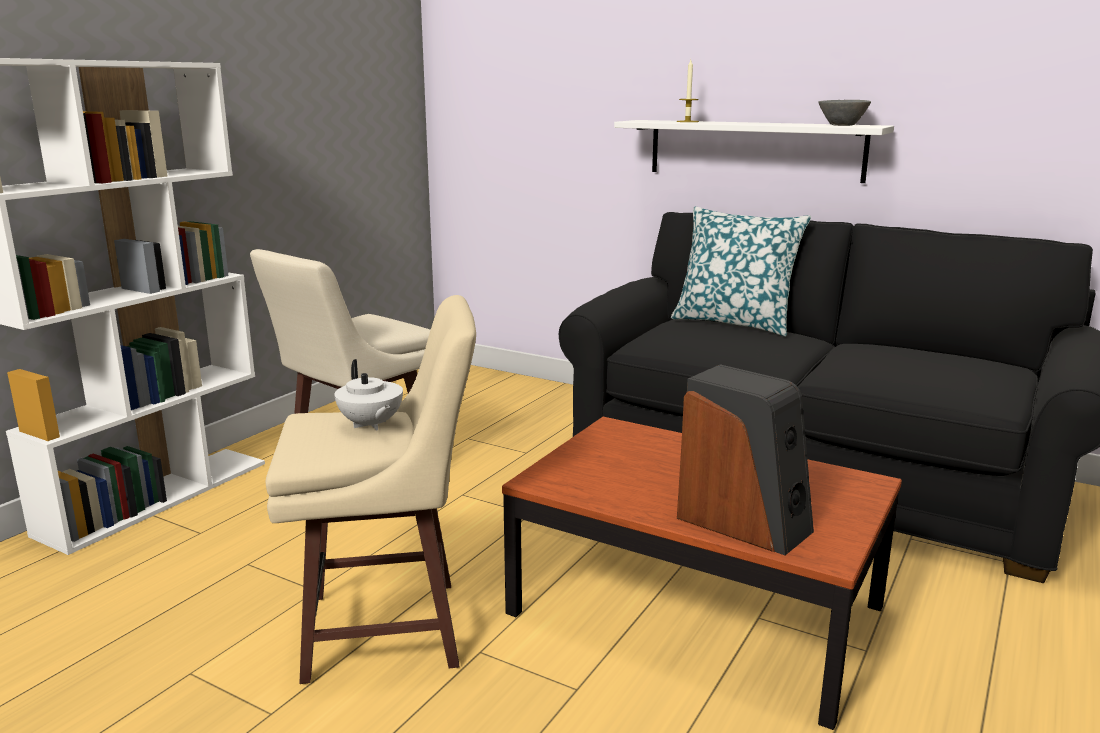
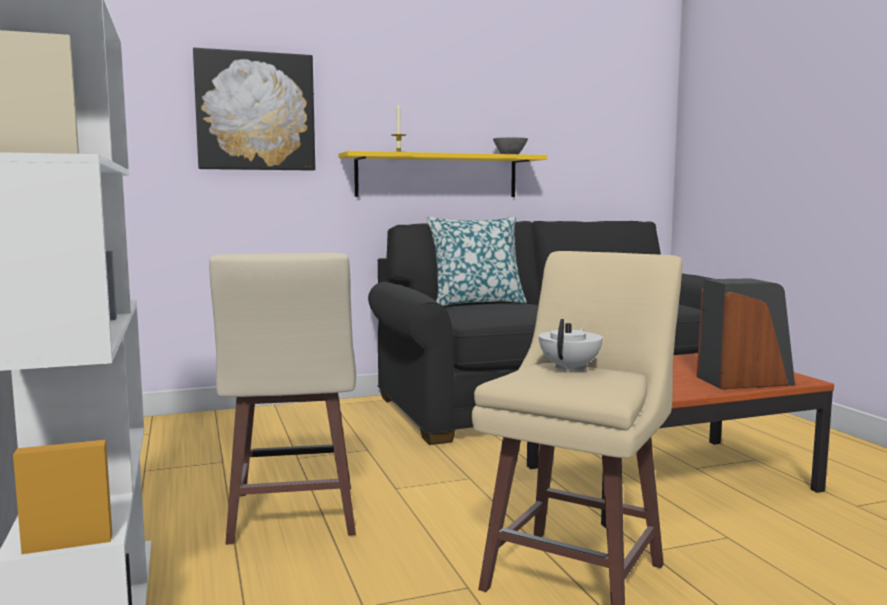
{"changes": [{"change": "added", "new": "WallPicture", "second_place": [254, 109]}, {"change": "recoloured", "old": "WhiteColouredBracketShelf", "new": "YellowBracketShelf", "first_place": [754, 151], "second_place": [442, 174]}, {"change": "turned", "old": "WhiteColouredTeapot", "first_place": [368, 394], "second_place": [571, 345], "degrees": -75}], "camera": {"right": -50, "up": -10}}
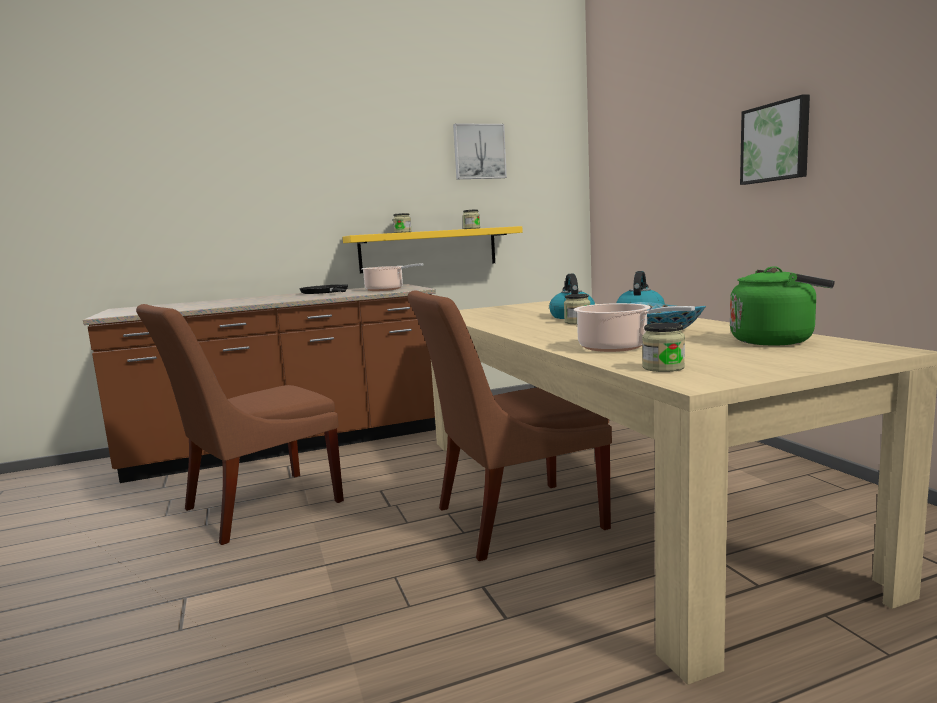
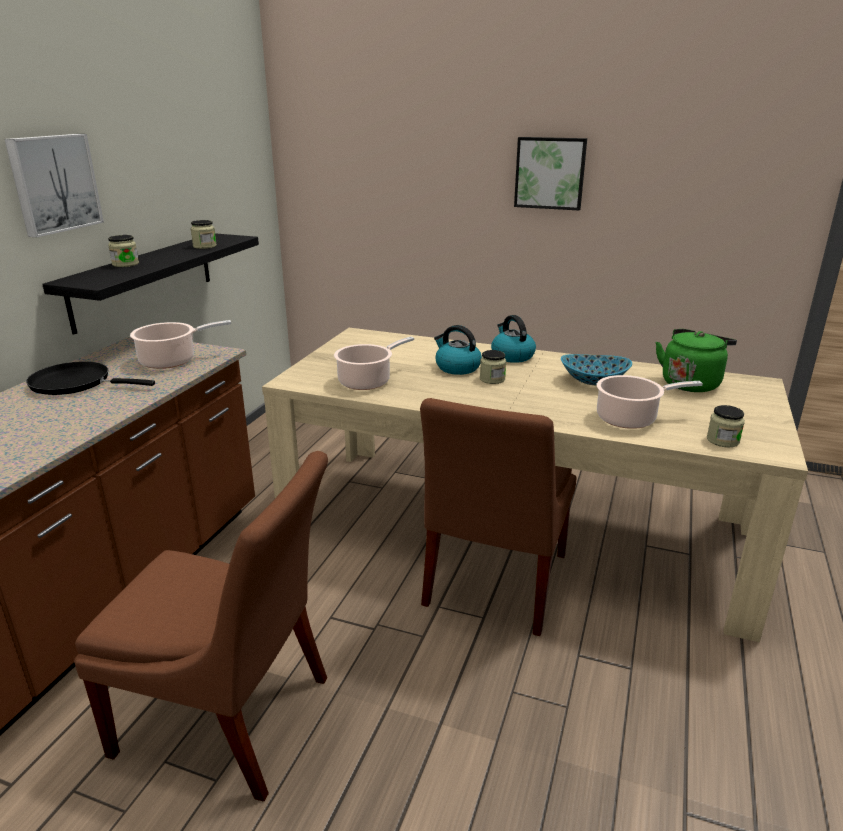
{"changes": [{"change": "moved", "old": "WallPicture", "first_place": [480, 151], "second_place": [54, 185]}, {"change": "recoloured", "old": "YellowBracketShelf", "new": "BlackishBracketShelf", "first_place": [433, 249], "second_place": [150, 284]}, {"change": "turned", "old": "BrownChair", "first_place": [240, 424], "second_place": [201, 626], "degrees": -75}, {"change": "added", "new": "Saucepot", "second_place": [374, 363]}], "camera": {"right": -50, "up": 15}}
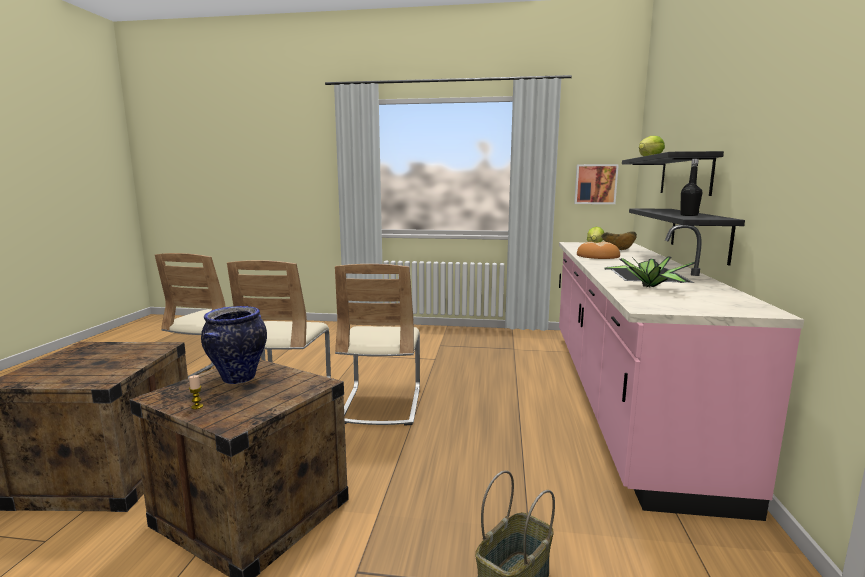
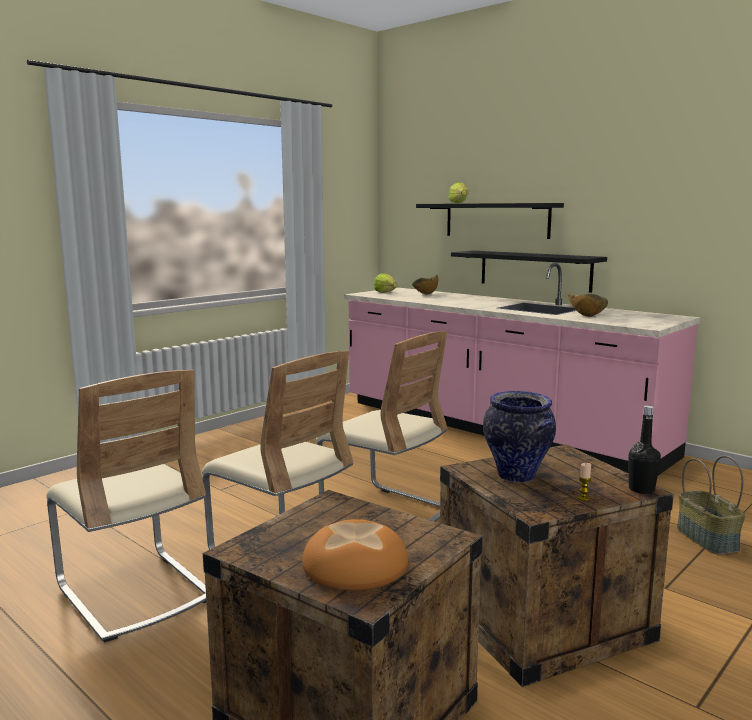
{"changes": [{"change": "moved", "old": "BakedBread", "first_place": [598, 250], "second_place": [355, 554]}, {"change": "replaced", "old": "PlantInAPot", "new": "Bowl", "first_place": [649, 272], "second_place": [588, 304]}, {"change": "moved", "old": "BlackishDrinkBottle", "first_place": [691, 187], "second_place": [644, 449]}, {"change": "removed", "old": "WallPicture", "first_place": [596, 184]}], "camera": {"right": -55, "up": 0}}
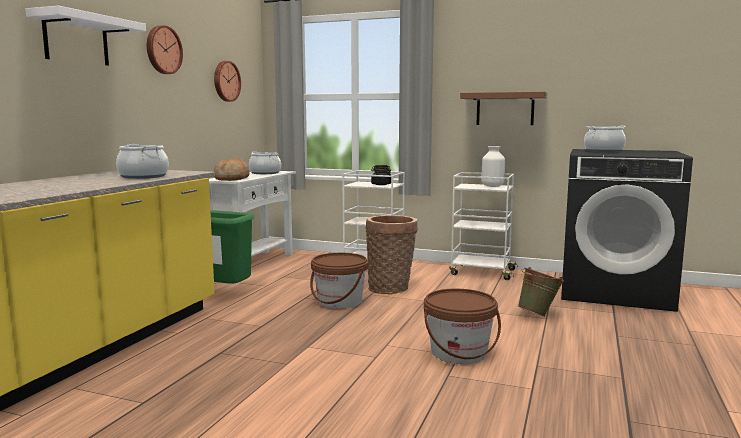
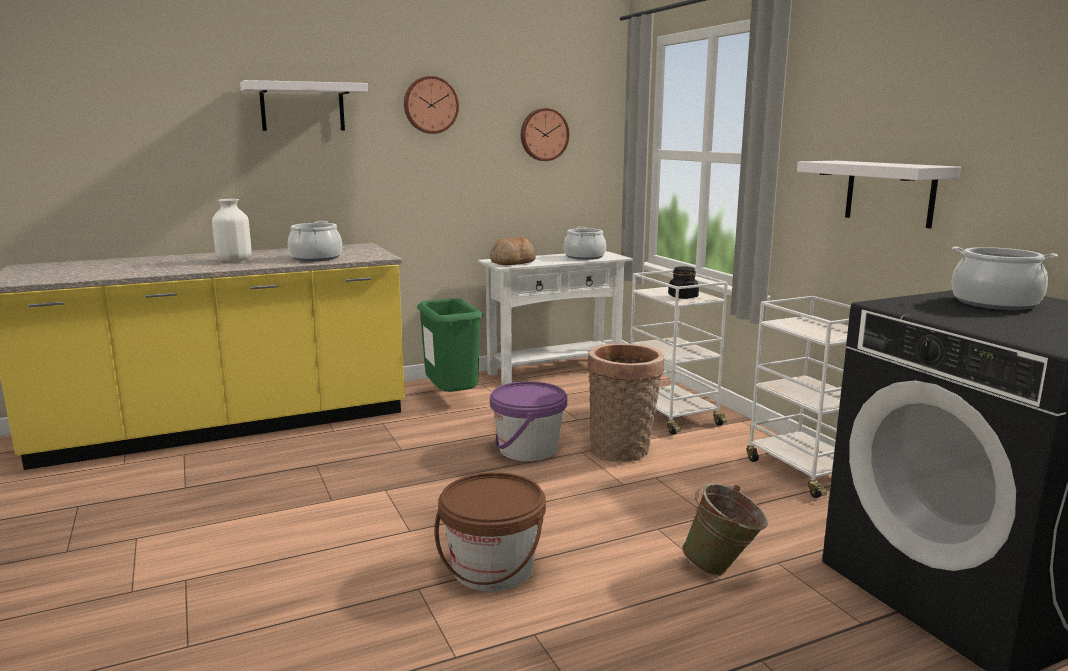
{"changes": [{"change": "moved", "old": "WhiteColouredVase", "first_place": [493, 166], "second_place": [232, 230]}, {"change": "recoloured", "old": "BrownBucket", "new": "PurpleColouredBucket", "first_place": [339, 281], "second_place": [528, 421]}, {"change": "recoloured", "old": "BrownBracketShelf", "new": "WhiteColouredBracketShelf", "first_place": [503, 108], "second_place": [879, 195]}], "camera": {"right": 45, "up": 5}}
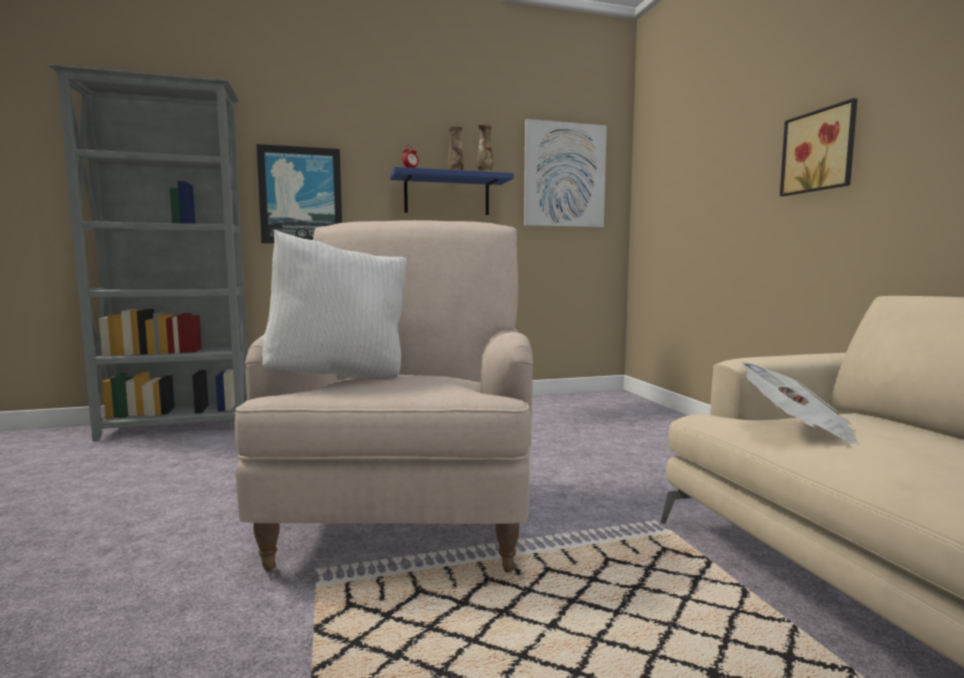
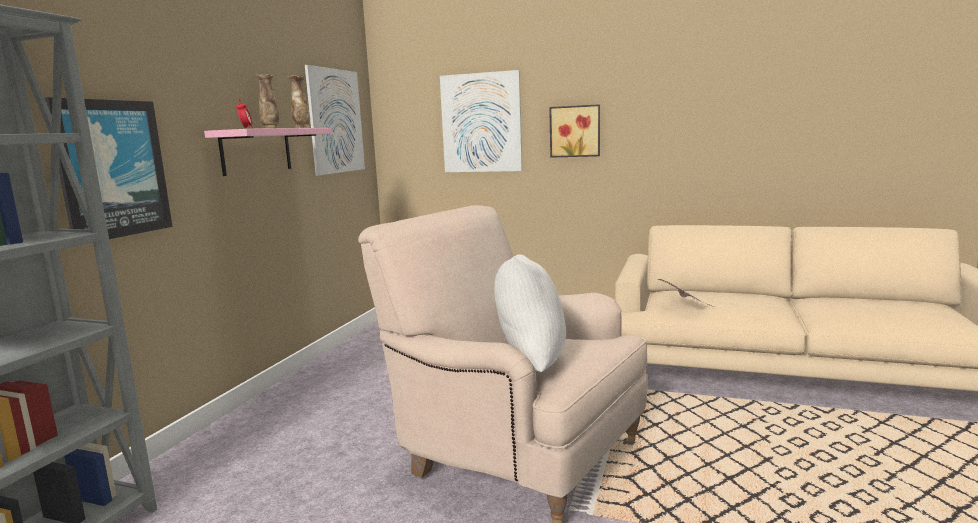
{"changes": [{"change": "recoloured", "old": "BluishBracketShelf", "new": "PinkBracketShelf", "first_place": [452, 191], "second_place": [268, 152]}, {"change": "added", "new": "WallPicture", "second_place": [481, 121]}], "camera": {"right": -55, "up": 5}}
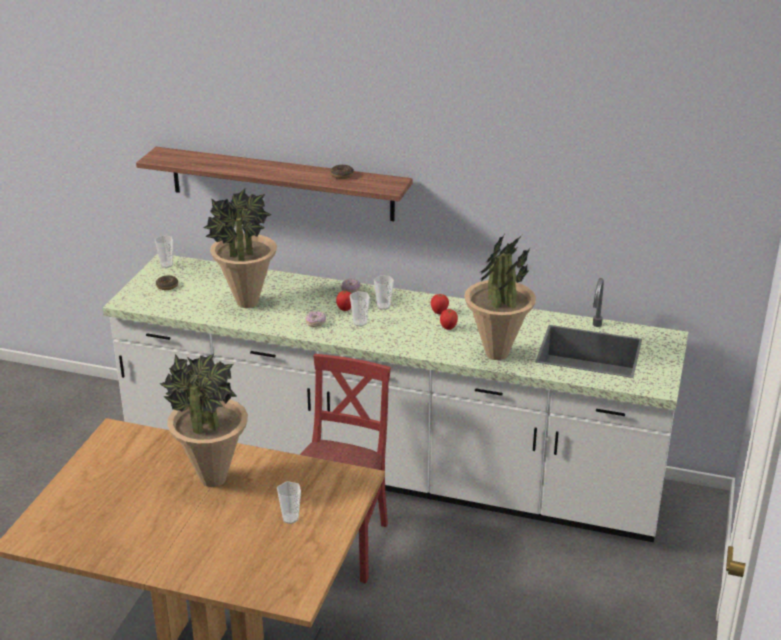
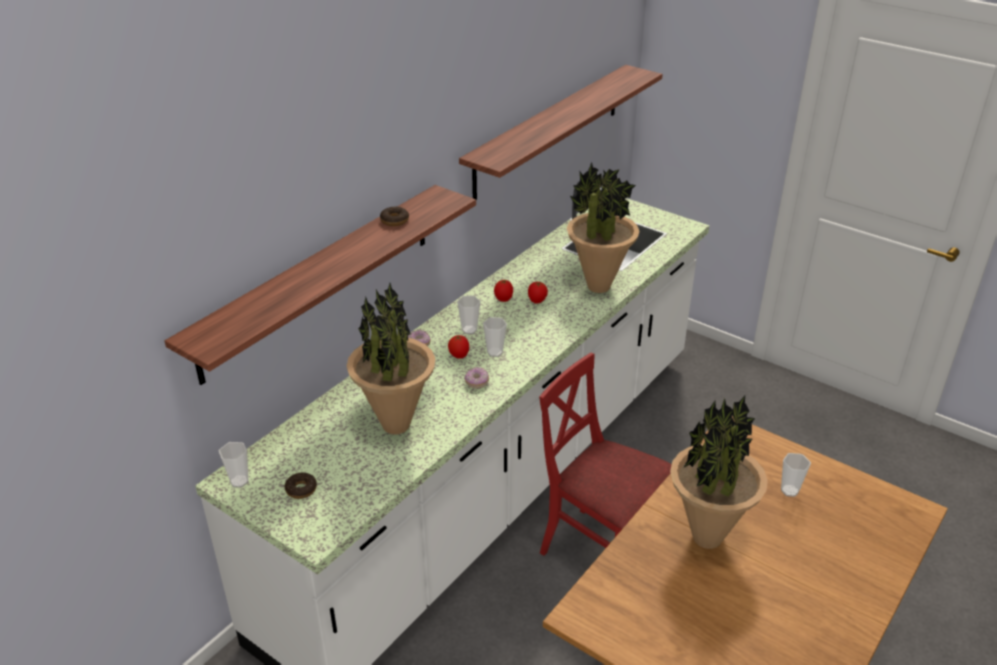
{"changes": [{"change": "added", "new": "BracketShelf", "second_place": [561, 132]}], "camera": {"right": -70, "up": 5}}
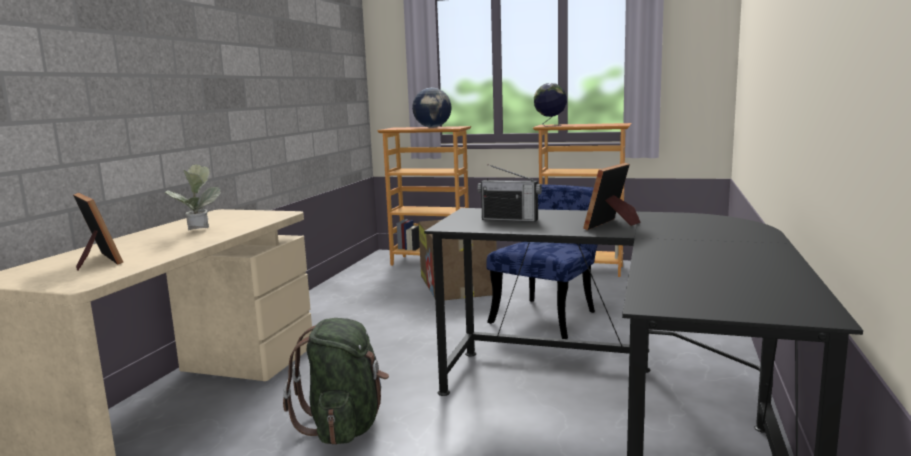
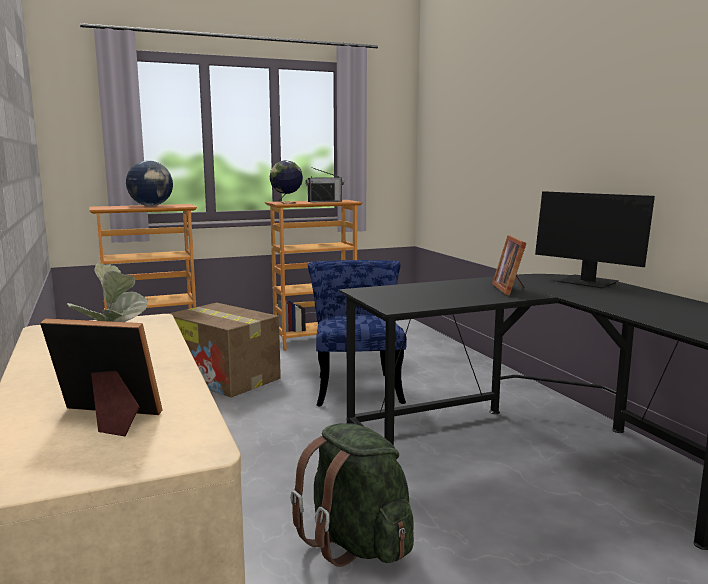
{"changes": [{"change": "moved", "old": "Radio", "first_place": [509, 193], "second_place": [324, 184]}, {"change": "added", "new": "ComputerScreen", "second_place": [595, 239]}], "camera": {"right": -40, "up": 0}}
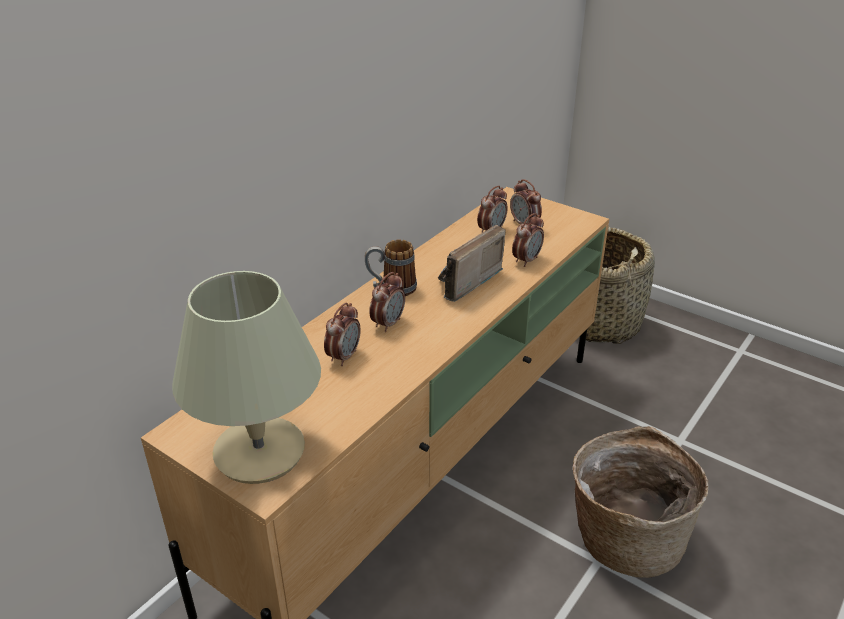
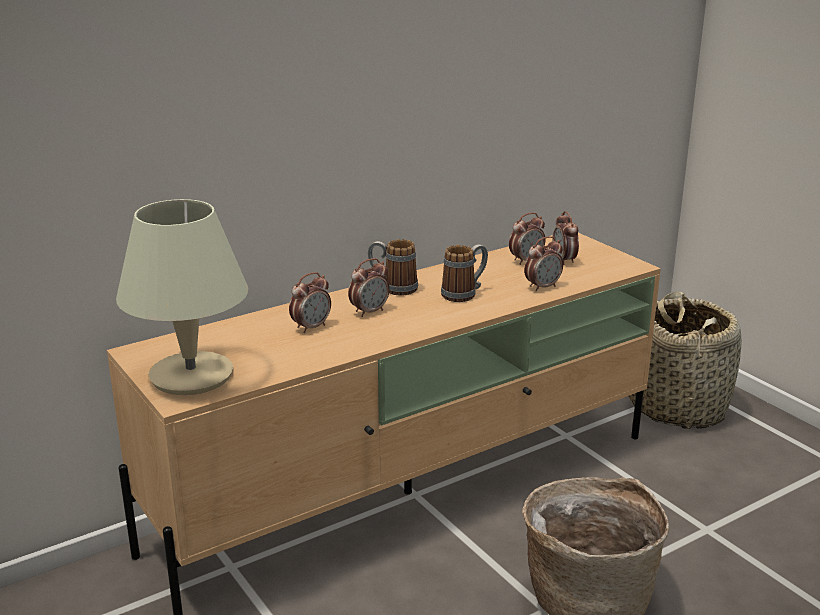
{"changes": [{"change": "replaced", "old": "Radio", "new": "TeaMug", "first_place": [472, 263], "second_place": [464, 273]}], "camera": {"right": 20, "up": -10}}
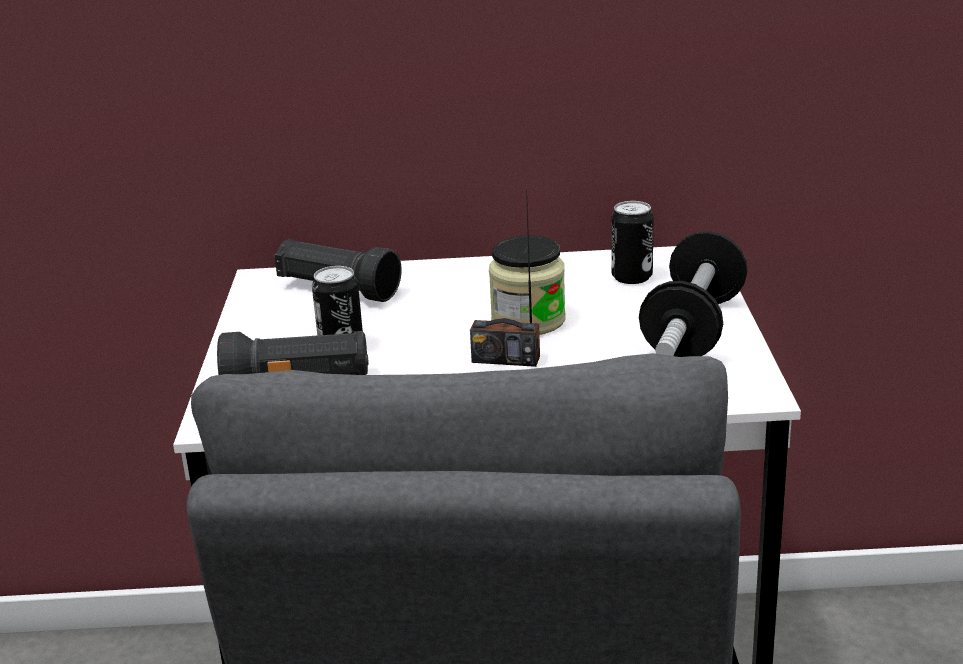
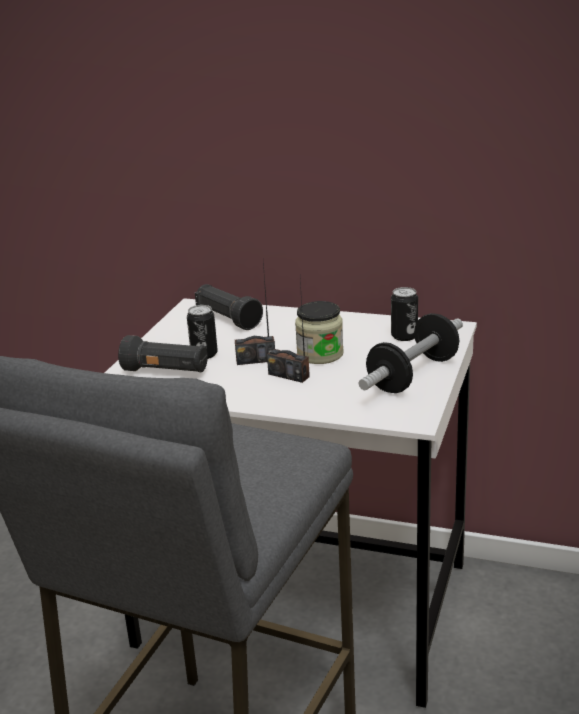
{"changes": [{"change": "added", "new": "Radio", "second_place": [255, 313]}], "camera": {"right": 20, "up": 0}}
